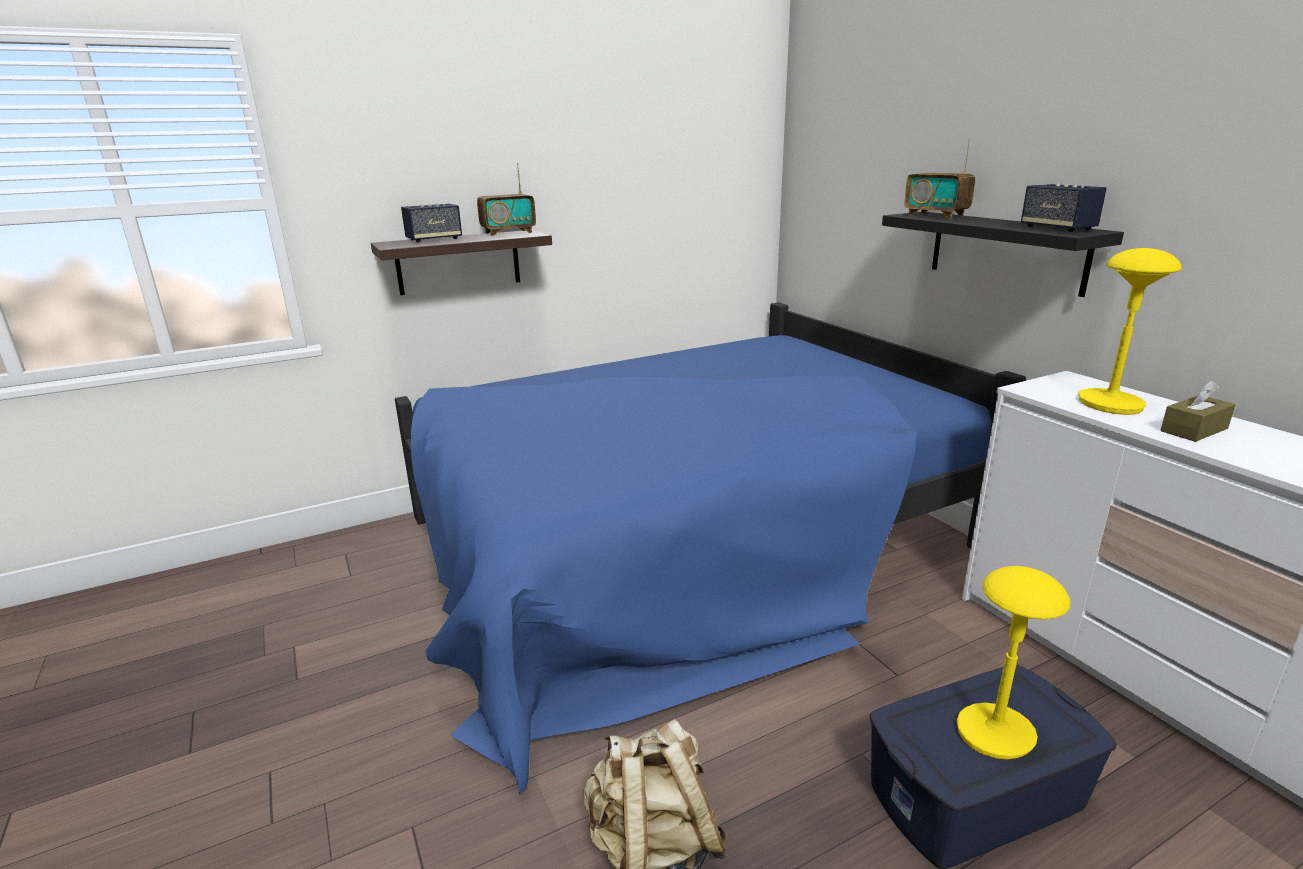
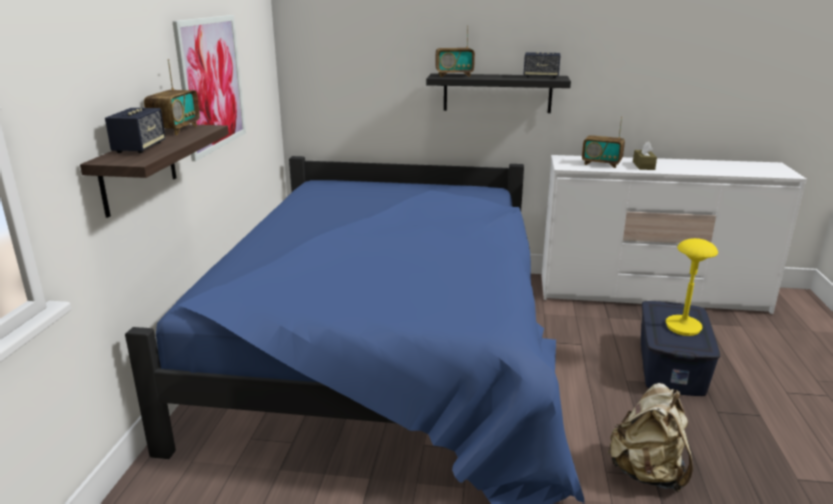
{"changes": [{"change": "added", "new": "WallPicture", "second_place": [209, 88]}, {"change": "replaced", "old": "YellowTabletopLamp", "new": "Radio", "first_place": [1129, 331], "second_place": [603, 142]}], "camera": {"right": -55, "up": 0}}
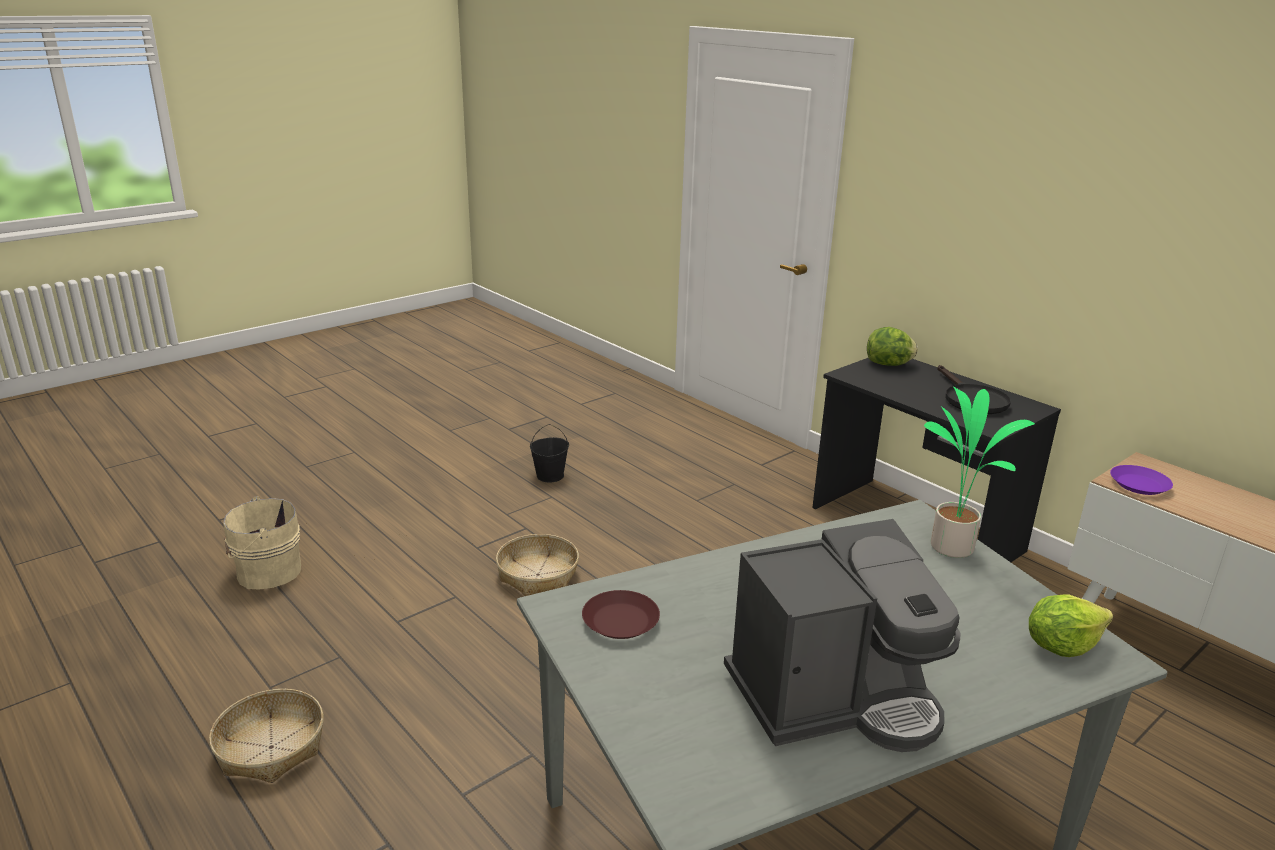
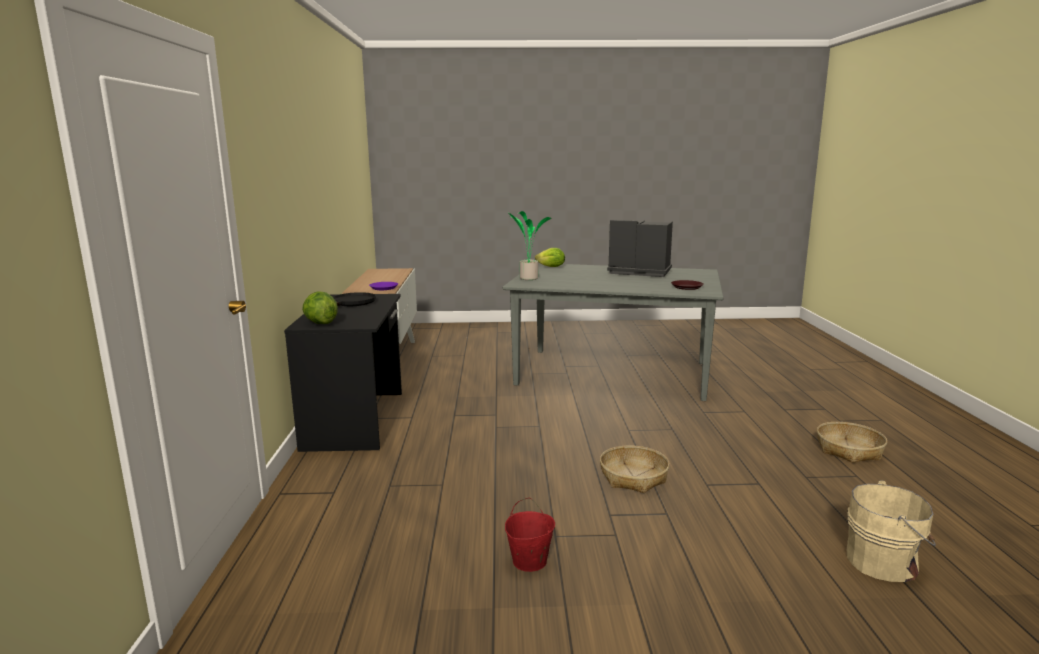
{"changes": [{"change": "recoloured", "old": "BlackishBucket", "new": "RedColouredBucket", "first_place": [549, 453], "second_place": [530, 535]}], "camera": {"right": -140, "up": -10}}
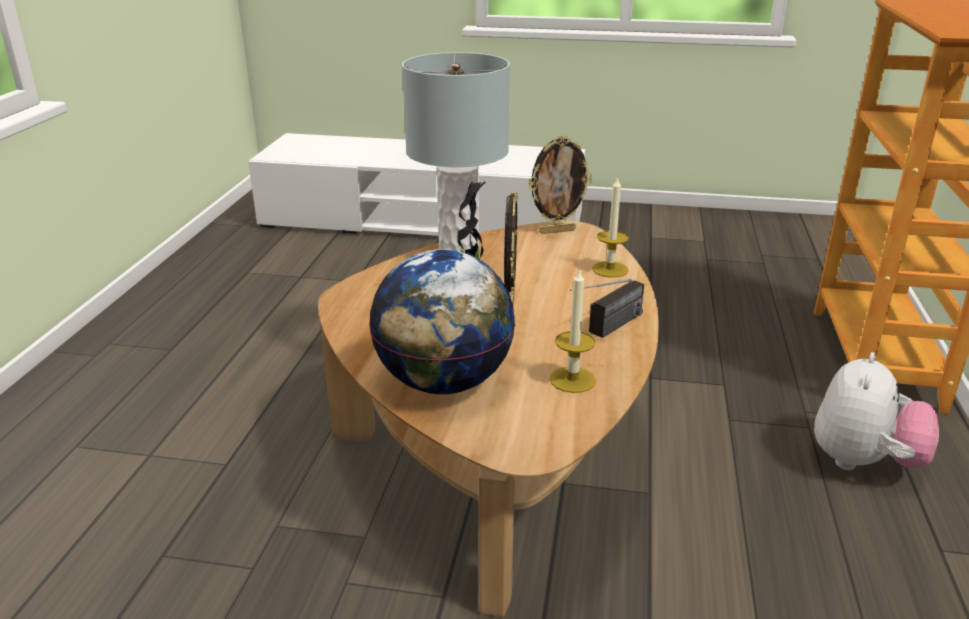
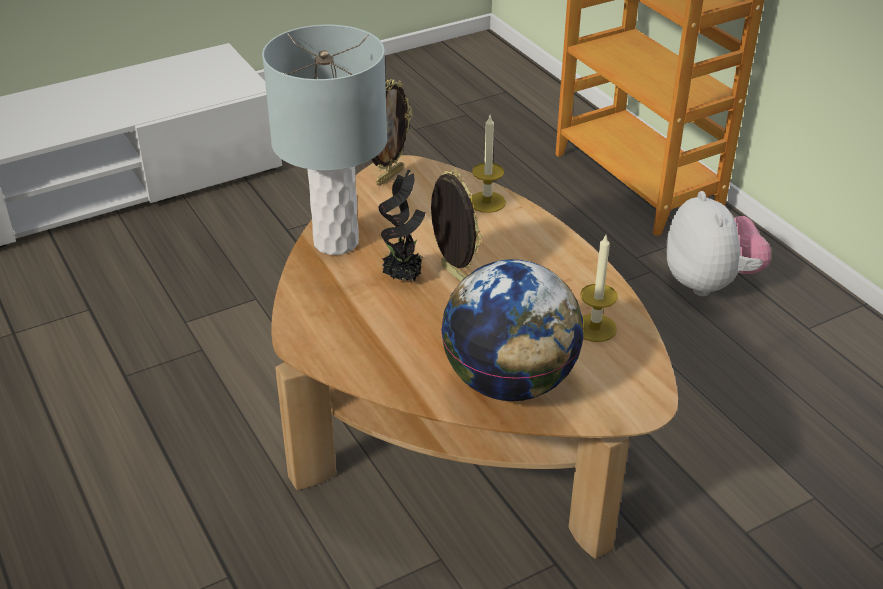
{"changes": [{"change": "removed", "old": "Radio", "first_place": [607, 308]}], "camera": {"right": -40, "up": 10}}
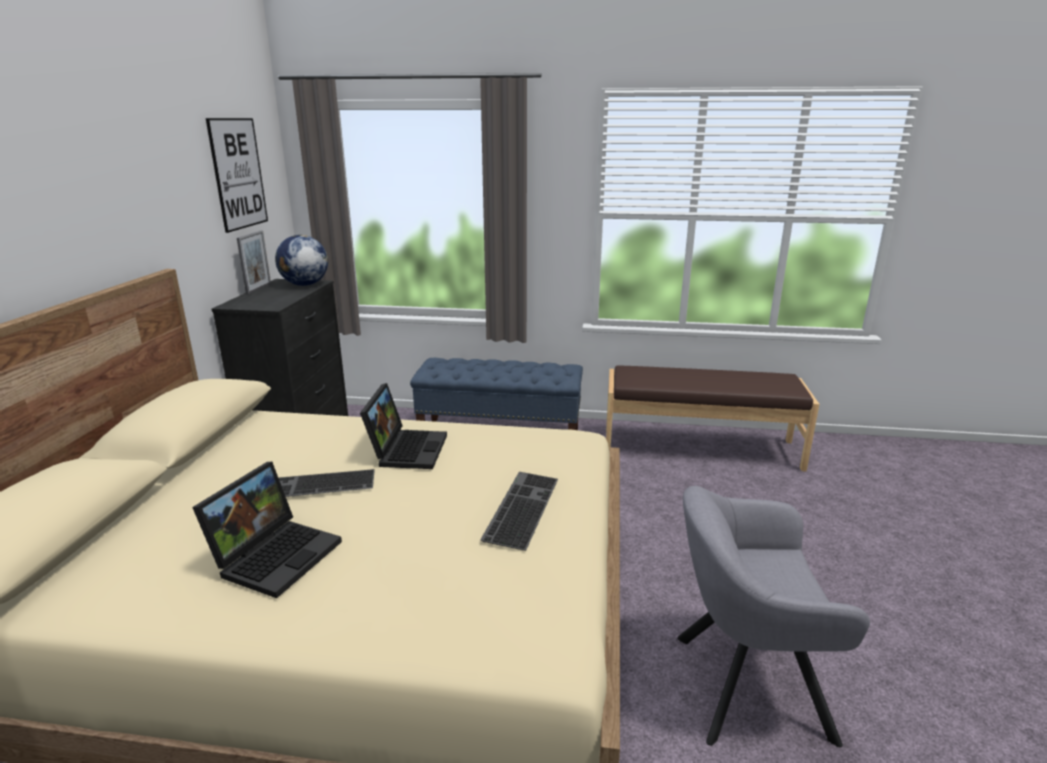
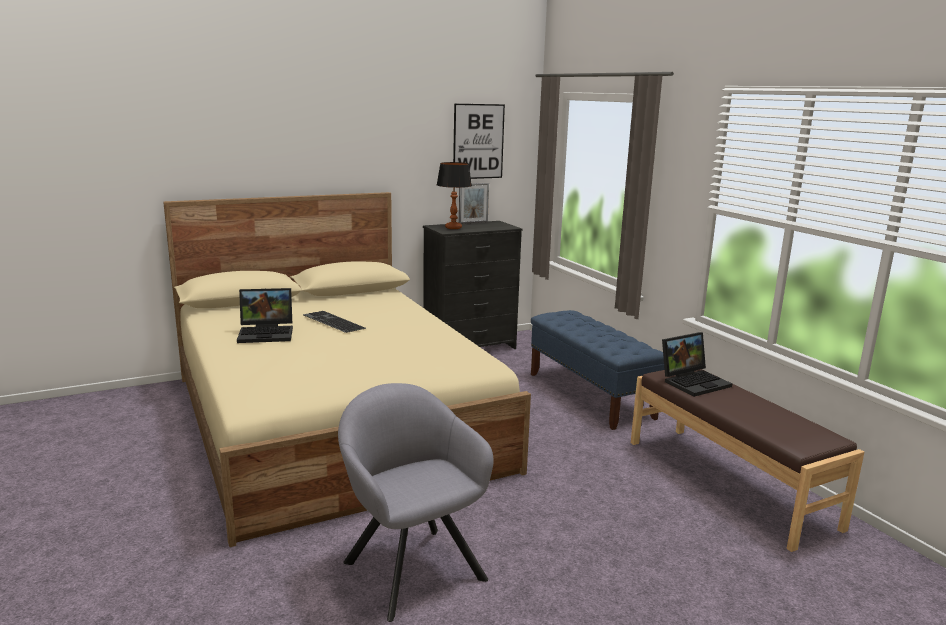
{"changes": [{"change": "added", "new": "TabletopLamp", "second_place": [454, 195]}, {"change": "moved", "old": "NotebookComputer", "first_place": [403, 426], "second_place": [697, 364]}, {"change": "removed", "old": "Globe", "first_place": [301, 260]}, {"change": "removed", "old": "ComputerKeyboard", "first_place": [519, 511]}], "camera": {"right": 55, "up": -5}}
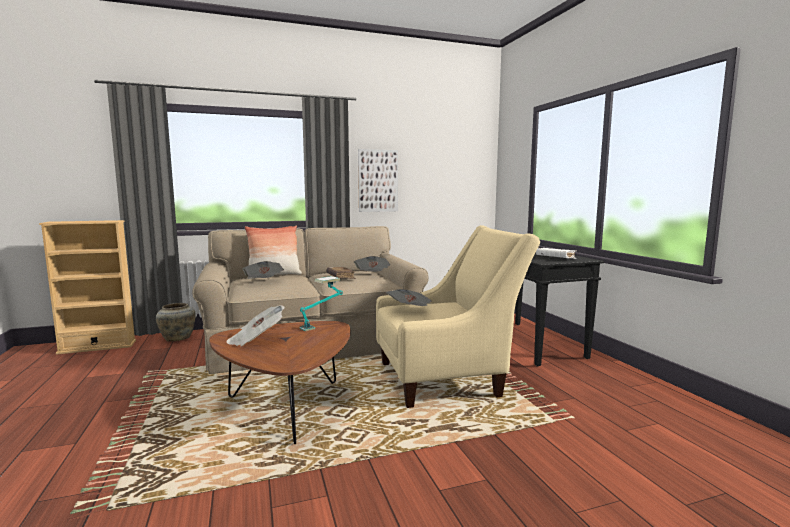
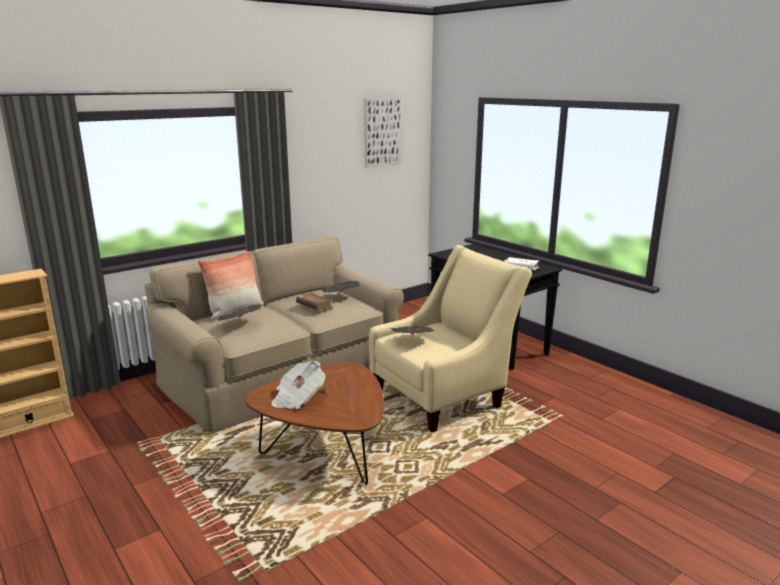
{"changes": [{"change": "moved", "old": "WallPicture", "first_place": [378, 180], "second_place": [382, 132]}, {"change": "removed", "old": "BeigeVase", "first_place": [176, 322]}, {"change": "removed", "old": "TabletopLamp", "first_place": [321, 303]}], "camera": {"right": -20, "up": 10}}
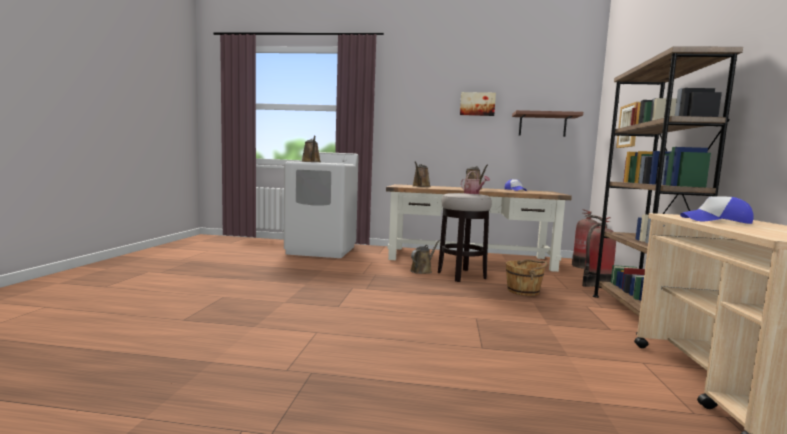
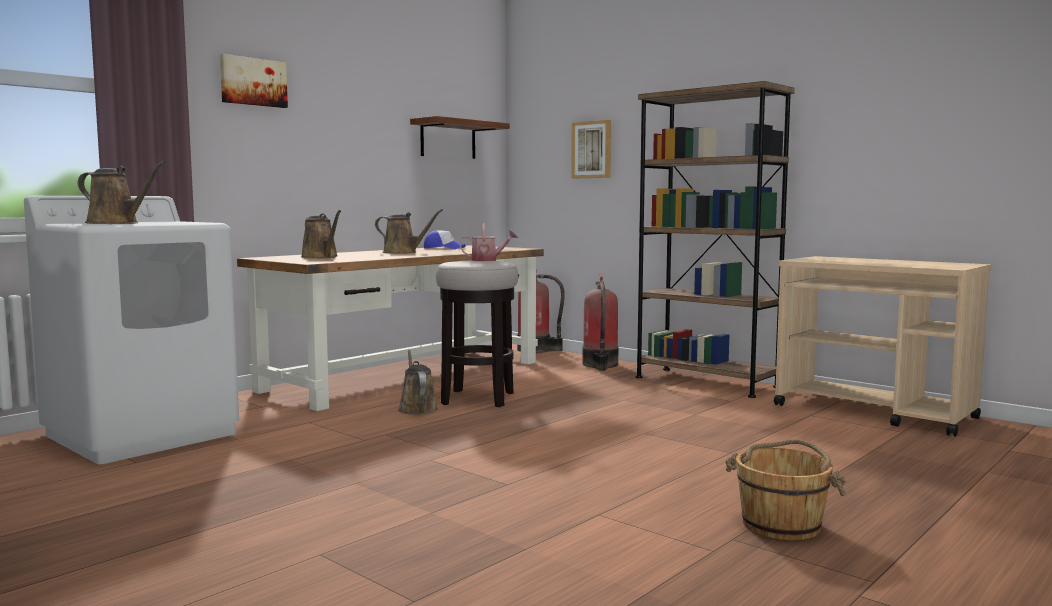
{"changes": [{"change": "moved", "old": "WallPicture", "first_place": [478, 104], "second_place": [254, 81]}, {"change": "moved", "old": "BrownBucket", "first_place": [527, 277], "second_place": [785, 490]}, {"change": "removed", "old": "BaseballCap", "first_place": [717, 210]}], "camera": {"right": -55, "up": 0}}
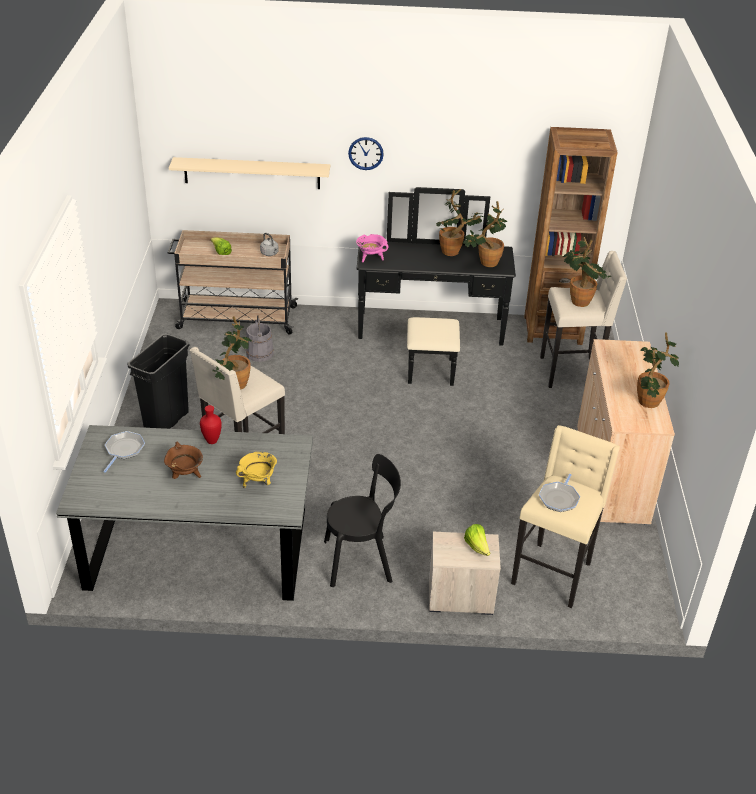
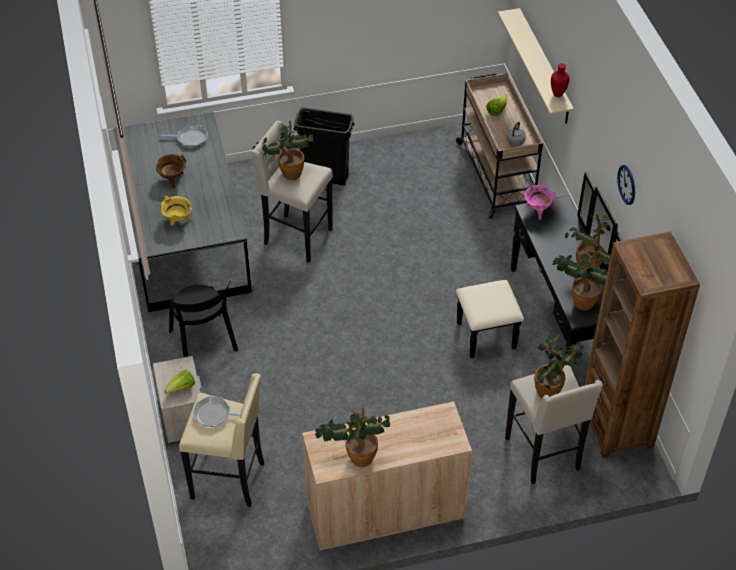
{"changes": [{"change": "moved", "old": "RedColouredVase", "first_place": [211, 424], "second_place": [560, 80]}, {"change": "moved", "old": "WallClock", "first_place": [366, 153], "second_place": [626, 185]}, {"change": "removed", "old": "GreyBucket", "first_place": [260, 338]}], "camera": {"right": 75, "up": 10}}
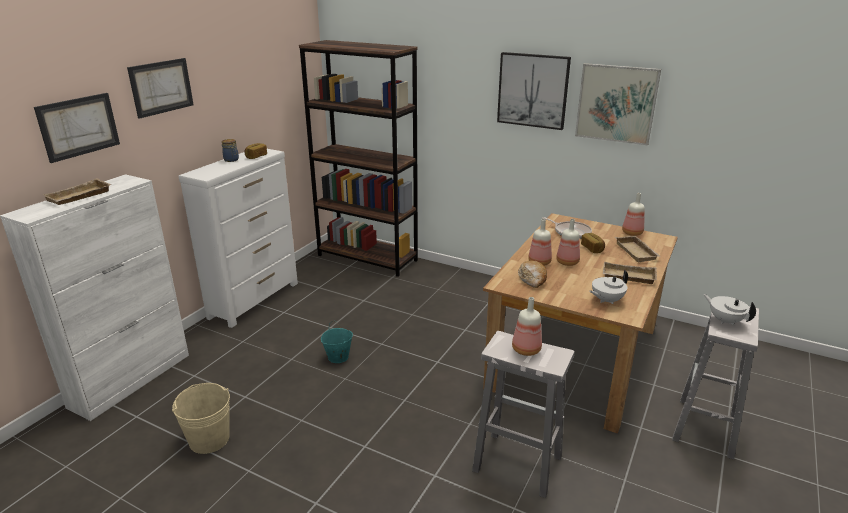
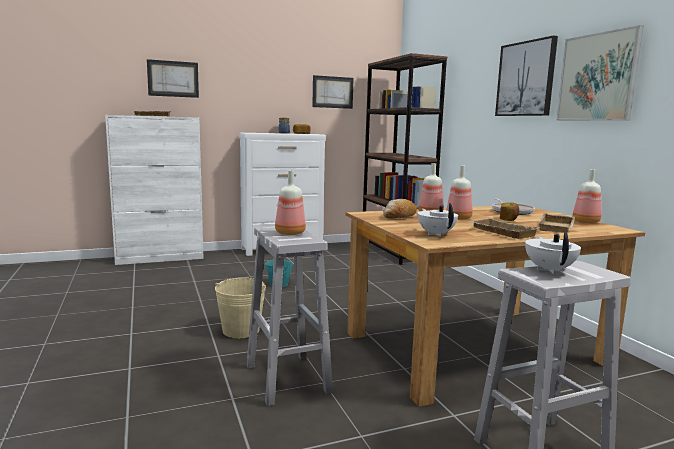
{"changes": [{"change": "moved", "old": "BeigeBucket", "first_place": [201, 418], "second_place": [240, 308]}, {"change": "moved", "old": "WallPicture", "first_place": [160, 88], "second_place": [333, 92]}, {"change": "turned", "old": "WhiteColouredTeapot", "first_place": [608, 287], "second_place": [437, 220], "degrees": 60}], "camera": {"right": 40, "up": -15}}
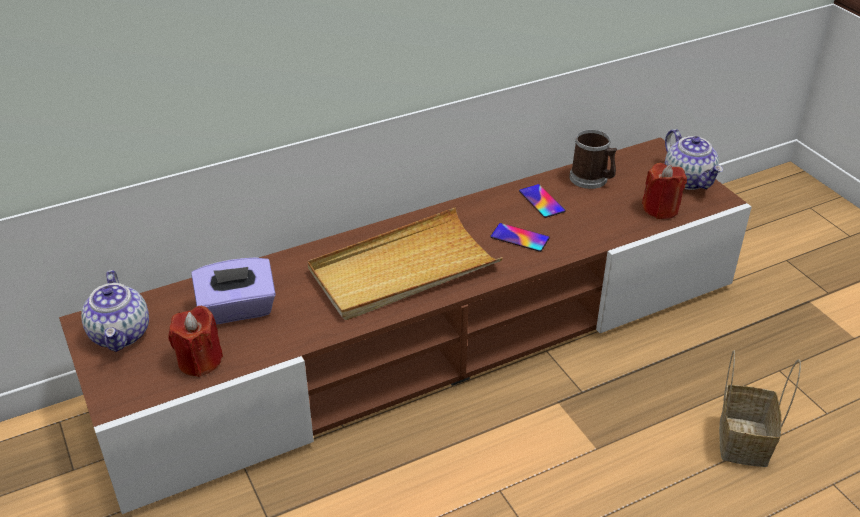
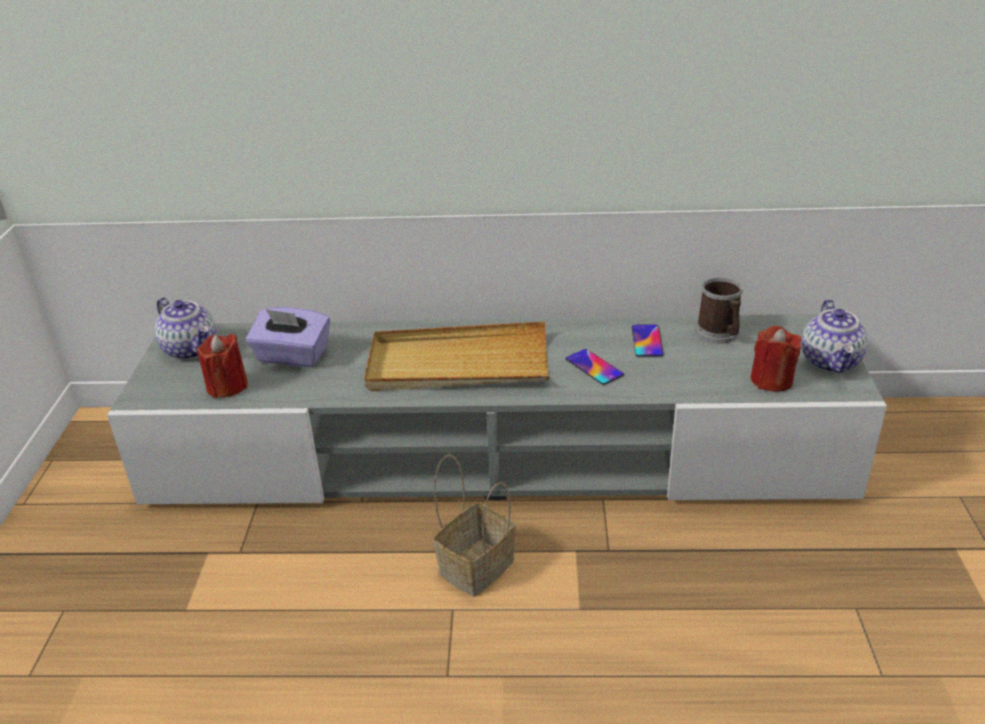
{"changes": [{"change": "recoloured", "old": "BrownTvUnit", "new": "GreyTvUnit", "first_place": [405, 325], "second_place": [497, 409]}, {"change": "turned", "old": "Teapot", "first_place": [115, 311], "second_place": [185, 328], "degrees": -60}, {"change": "moved", "old": "HouseholdBasket", "first_place": [760, 408], "second_place": [474, 526]}], "camera": {"right": 30, "up": -5}}
